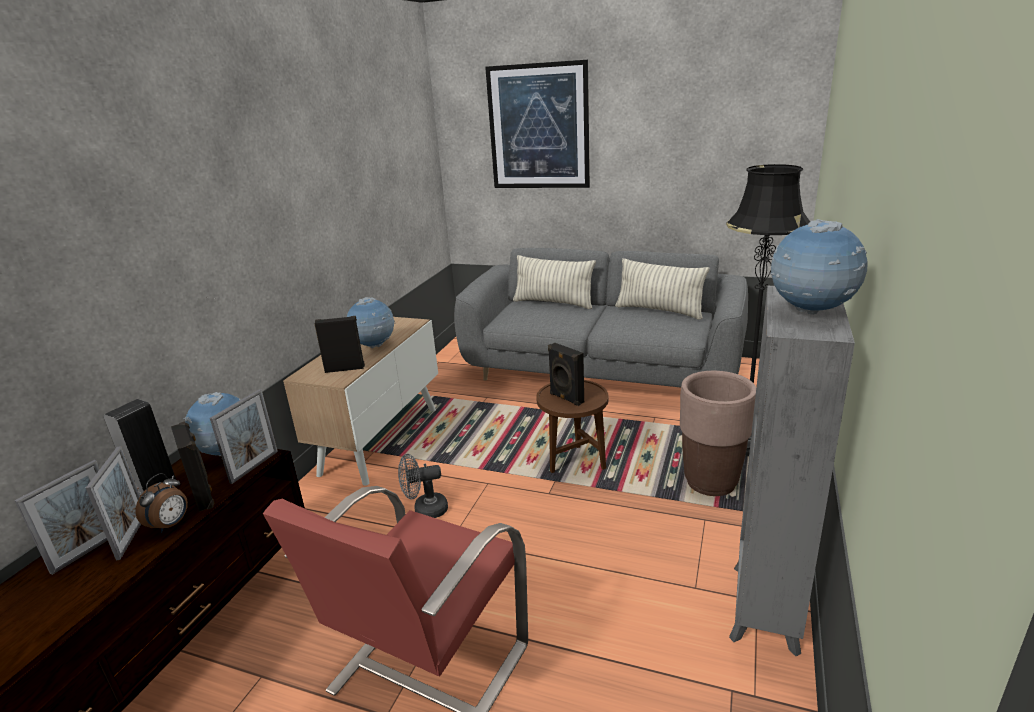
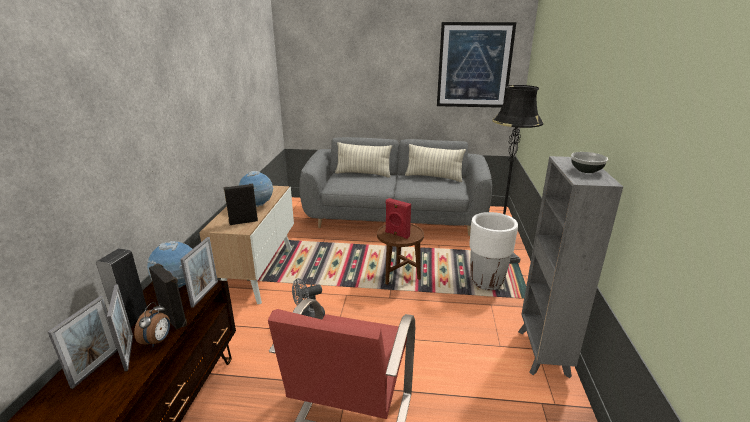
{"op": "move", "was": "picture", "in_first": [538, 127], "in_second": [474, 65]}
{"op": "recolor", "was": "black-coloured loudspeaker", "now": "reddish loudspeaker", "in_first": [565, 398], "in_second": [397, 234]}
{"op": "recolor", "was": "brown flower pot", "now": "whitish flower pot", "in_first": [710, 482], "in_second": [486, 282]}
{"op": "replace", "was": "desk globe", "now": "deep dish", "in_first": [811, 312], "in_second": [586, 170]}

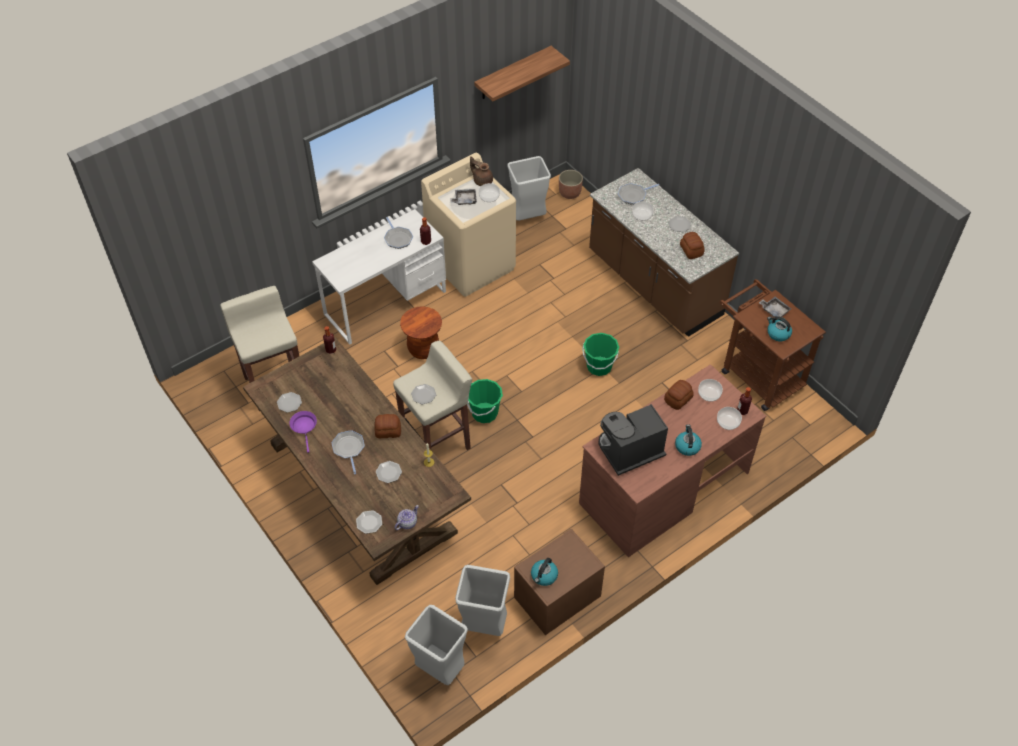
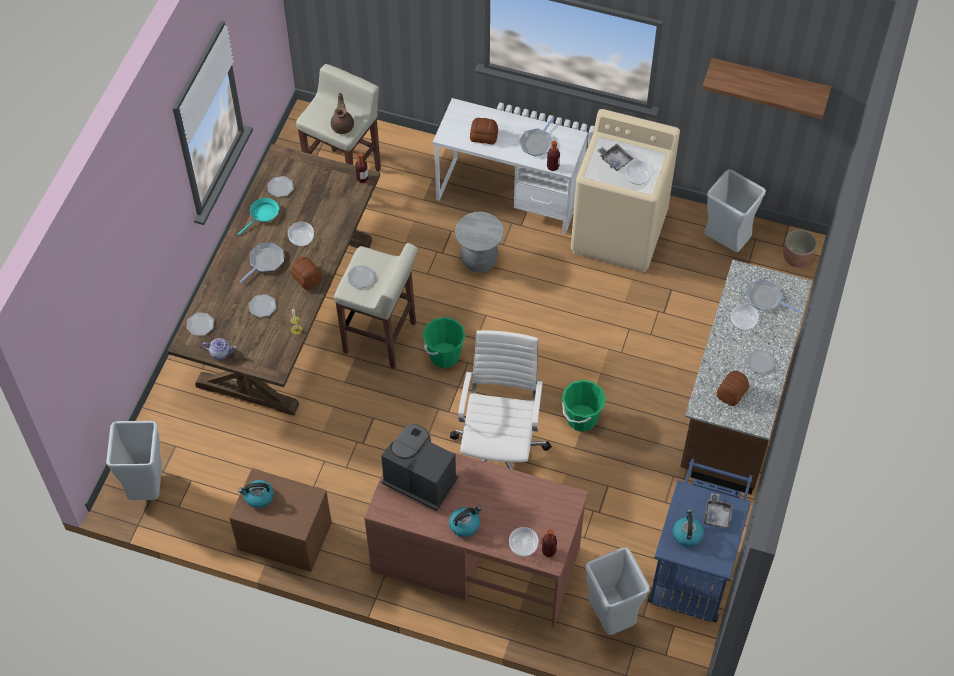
{"op": "recolor", "was": "purple-coloured pan", "now": "turquoise pan", "in_first": [304, 427], "in_second": [263, 215]}
{"op": "recolor", "was": "brown stool seat", "now": "greyish stool seat", "in_first": [423, 349], "in_second": [479, 260]}
{"op": "move", "was": "greyish waste bin", "in_first": [483, 626], "in_second": [610, 616]}
{"op": "move", "was": "brown teapot", "in_first": [482, 180], "in_second": [343, 125]}
{"op": "move", "was": "bread", "in_first": [678, 399], "in_second": [484, 137]}
{"op": "move", "was": "deep dish", "in_first": [709, 394], "in_second": [301, 238]}
{"op": "recolor", "was": "brown cart", "now": "blue-coloured cart", "in_first": [757, 374], "in_second": [693, 569]}
{"op": "insert", "now": "whitish computer chair", "in_second": [499, 452]}

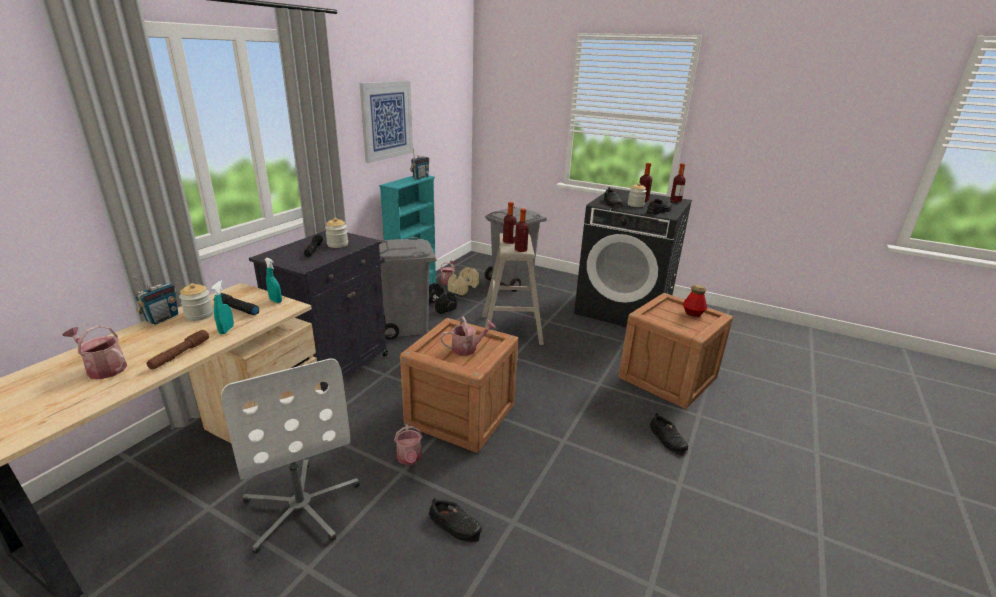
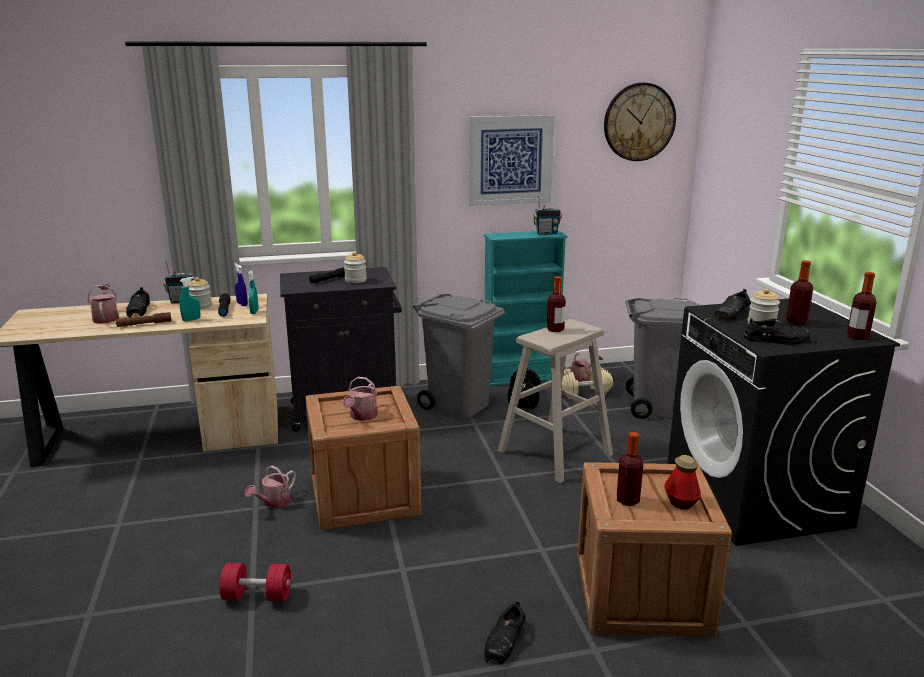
{"op": "delete", "was": "whitish computer chair", "in_first": [302, 506]}
{"op": "move", "was": "black-coloured low shoe", "in_first": [455, 525], "in_second": [139, 310]}
{"op": "rotate", "was": "watering can", "in_first": [467, 349], "in_second": [362, 416], "clockwise": 75}
{"op": "move", "was": "drink bottle", "in_first": [520, 250], "in_second": [627, 500]}
{"op": "insert", "now": "reddish hand weight", "in_second": [257, 596]}
{"op": "insert", "now": "blue-coloured hand sprayer", "in_second": [242, 304]}
{"op": "insert", "now": "wall clock", "in_second": [639, 122]}

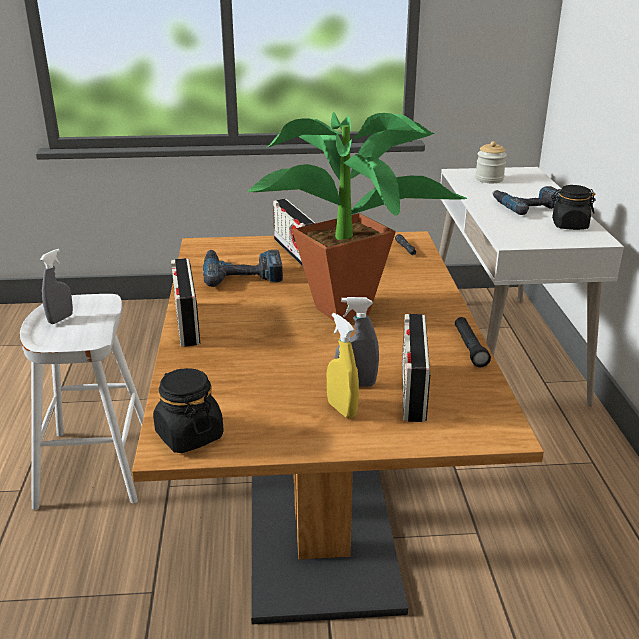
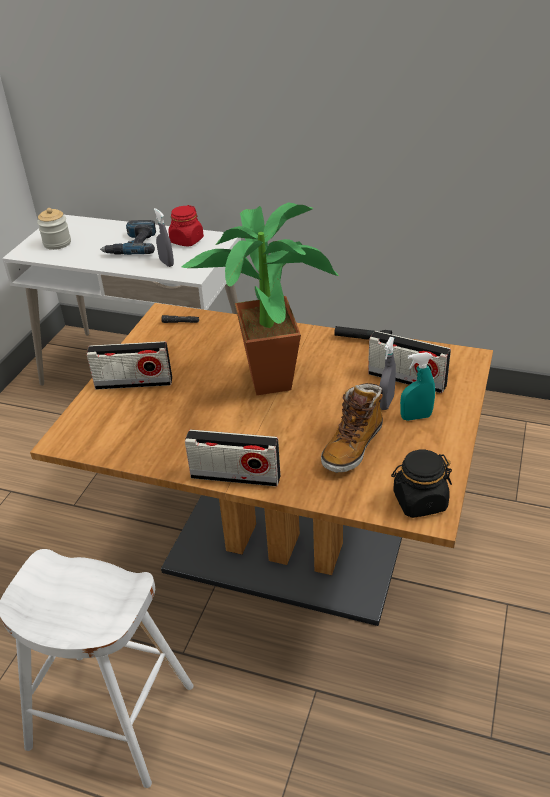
{"op": "move", "was": "greyish hand sprayer", "in_first": [61, 319], "in_second": [166, 263]}
{"op": "delete", "was": "drill", "in_first": [242, 273]}
{"op": "recolor", "was": "yellow-coloured hand sprayer", "now": "turquoise hand sprayer", "in_first": [341, 409], "in_second": [416, 417]}
{"op": "recolor", "was": "black-coloured jar", "now": "reddish jar", "in_first": [569, 225], "in_second": [186, 241]}
{"op": "insert", "now": "tall boot", "in_second": [352, 447]}

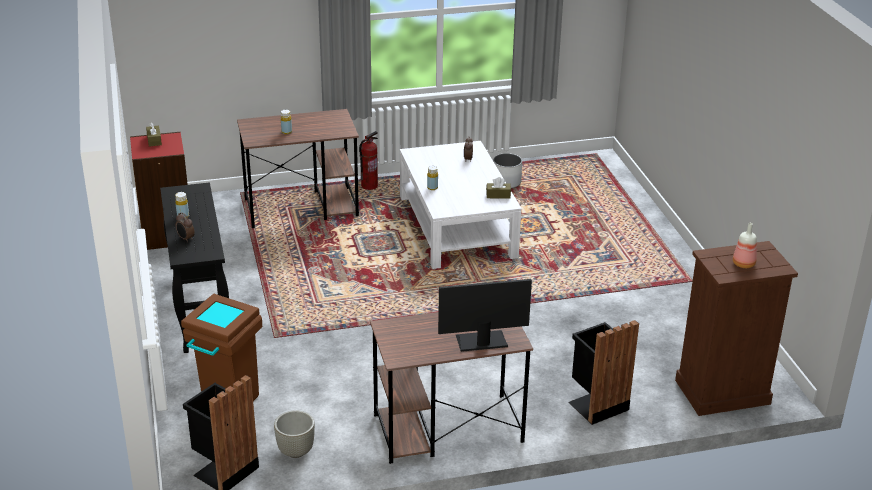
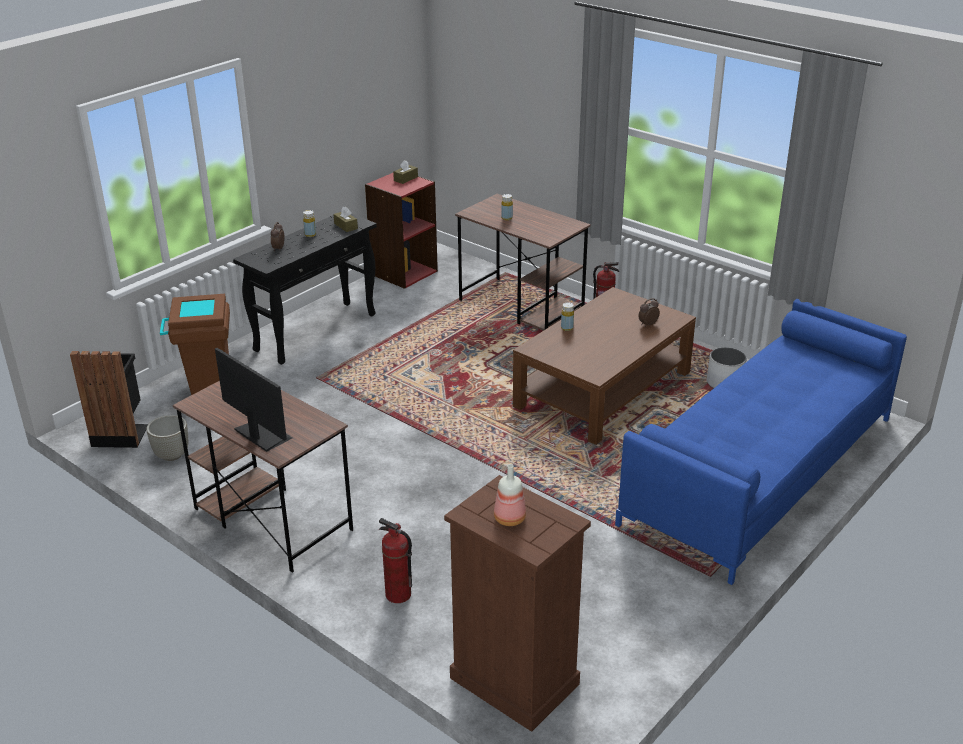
{"op": "recolor", "was": "whitish low table", "now": "brown low table", "in_first": [457, 227], "in_second": [603, 390]}
{"op": "move", "was": "brown box of tissues", "in_first": [498, 195], "in_second": [346, 226]}
{"op": "replace", "was": "black-coloured waste bin", "now": "fire extinguisher", "in_first": [596, 404], "in_second": [397, 595]}
{"op": "insert", "now": "blue-coloured sofa", "in_second": [760, 469]}

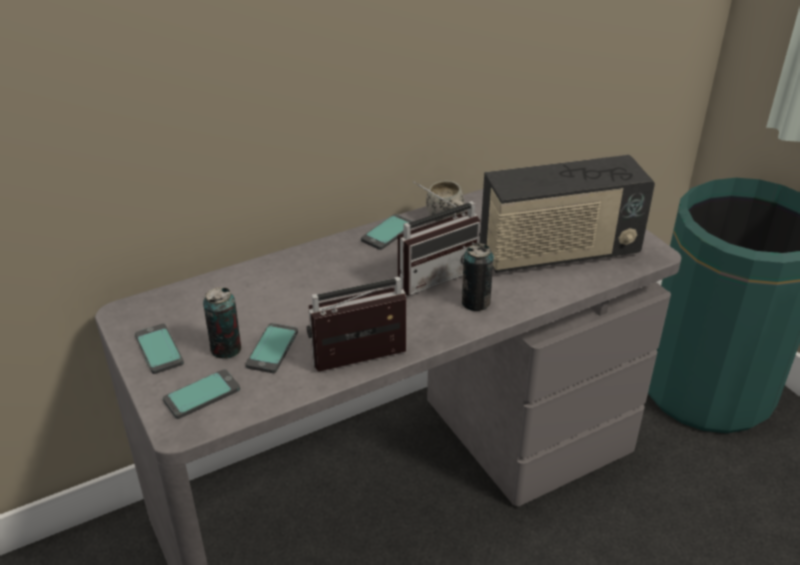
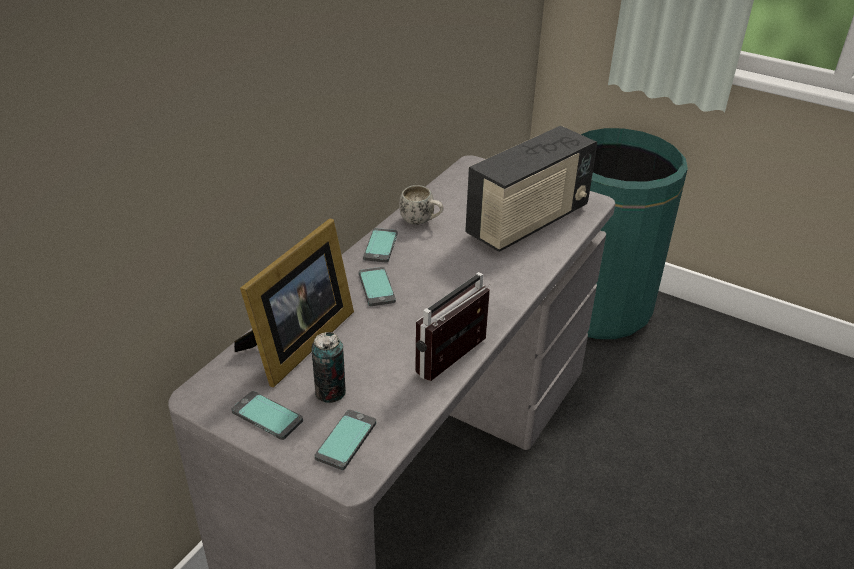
{"op": "move", "was": "telephone", "in_first": [273, 349], "in_second": [377, 287]}
{"op": "delete", "was": "radio set", "in_first": [433, 274]}
{"op": "delete", "was": "sealed can", "in_first": [475, 302]}
{"op": "insert", "now": "picture frame", "in_second": [297, 343]}

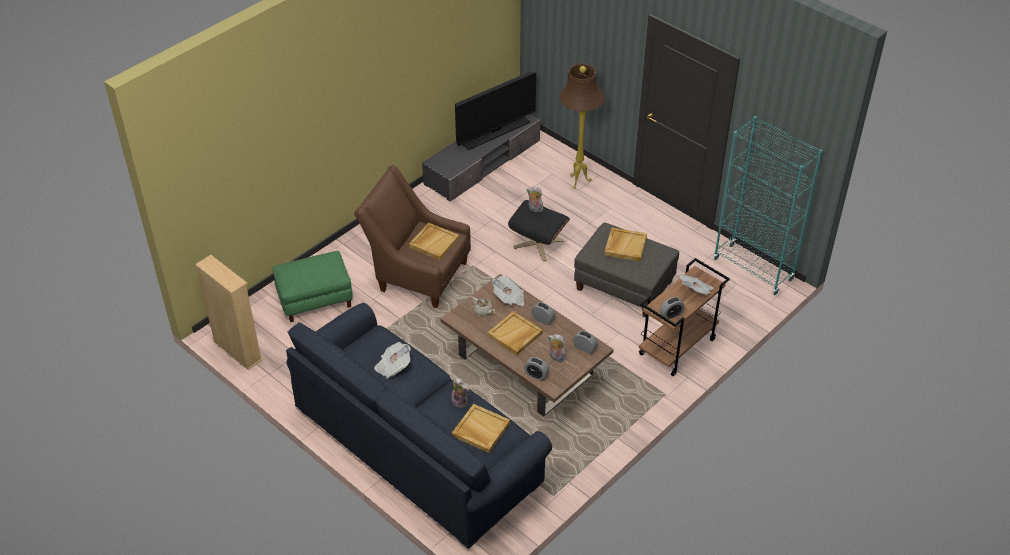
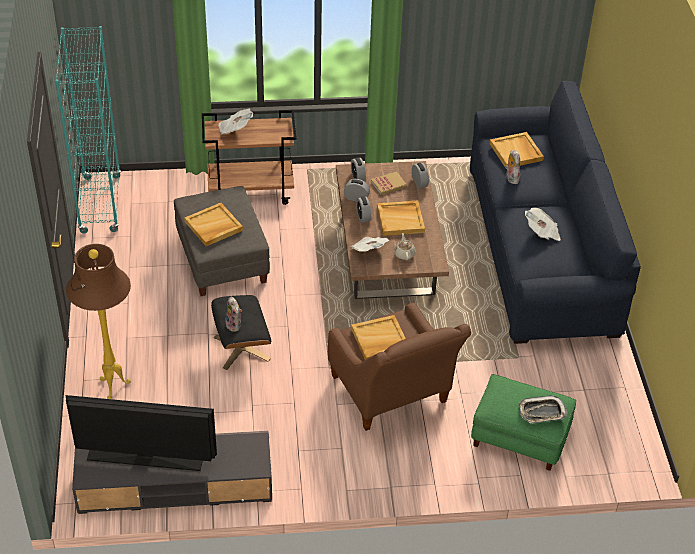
{"op": "delete", "was": "sand-coloured bookcase", "in_first": [237, 351]}
{"op": "replace", "was": "soft toy", "now": "book", "in_first": [556, 358], "in_second": [388, 184]}
{"op": "move", "was": "table clock", "in_first": [671, 315], "in_second": [356, 198]}
{"op": "insert", "now": "serving tray", "in_second": [542, 412]}

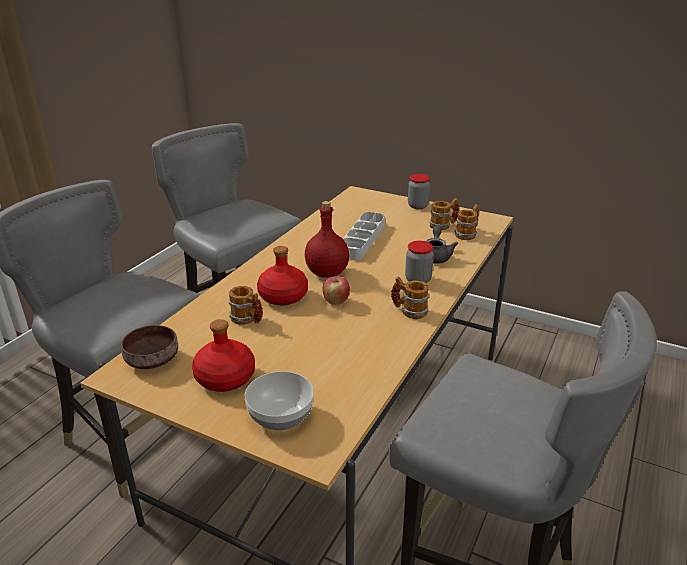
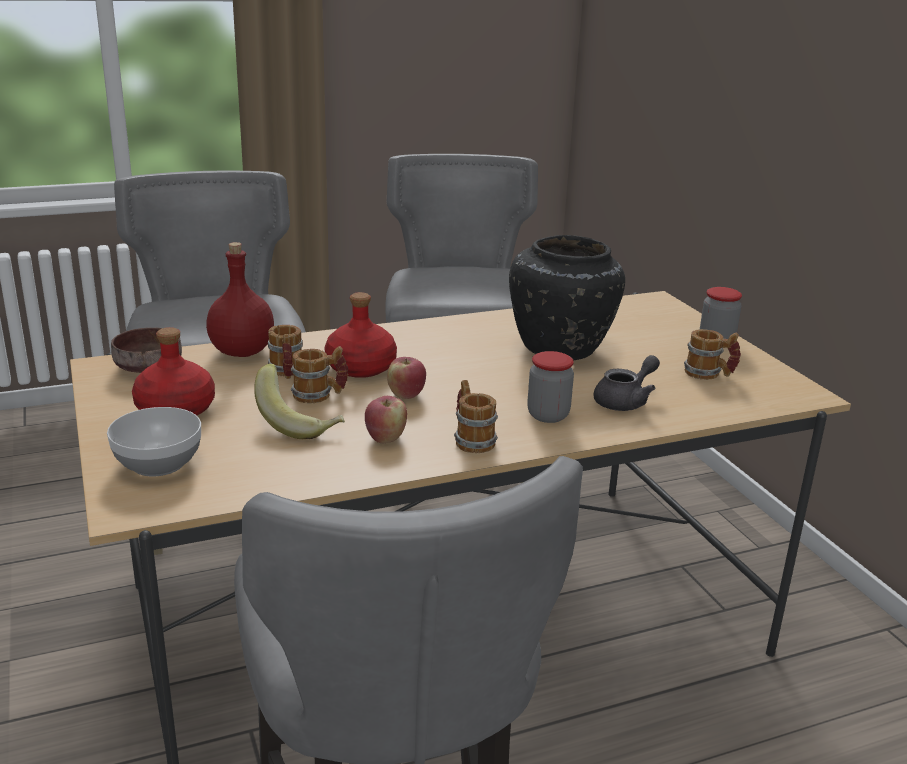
{"op": "move", "was": "reddish drink bottle", "in_first": [327, 273], "in_second": [241, 352]}
{"op": "replace", "was": "greyish serving tray", "now": "black-coloured flower vase", "in_first": [362, 239], "in_second": [562, 349]}
{"op": "move", "was": "coffee mug", "in_first": [467, 234], "in_second": [320, 395]}
{"op": "insert", "now": "banana fruit", "in_second": [300, 423]}
{"op": "insert", "now": "apple", "in_second": [385, 438]}

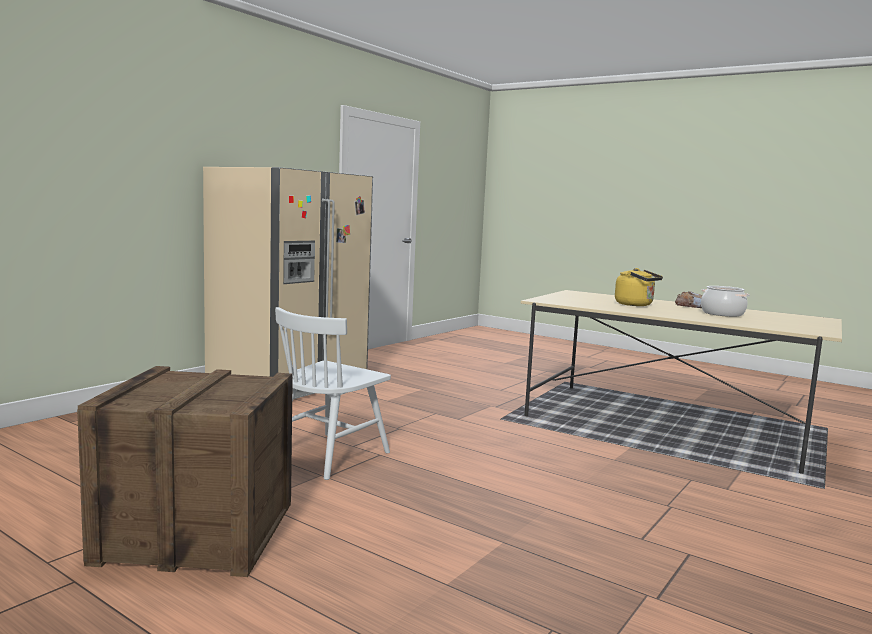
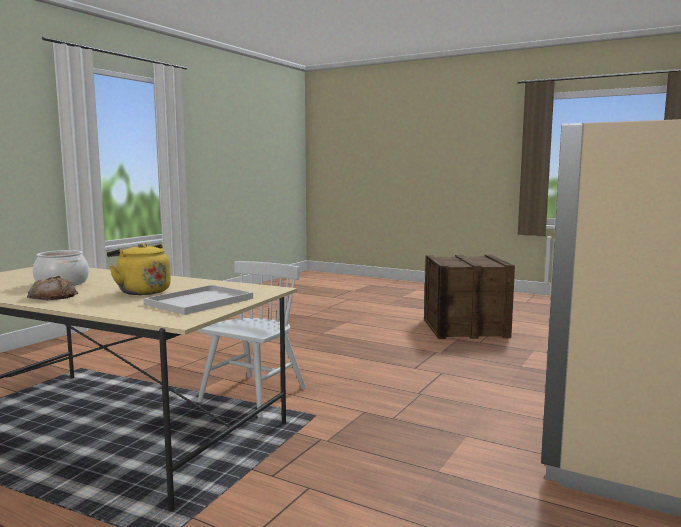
{"op": "move", "was": "whitish chair", "in_first": [328, 455], "in_second": [253, 395]}
{"op": "insert", "now": "whitish serving tray", "in_second": [199, 302]}

